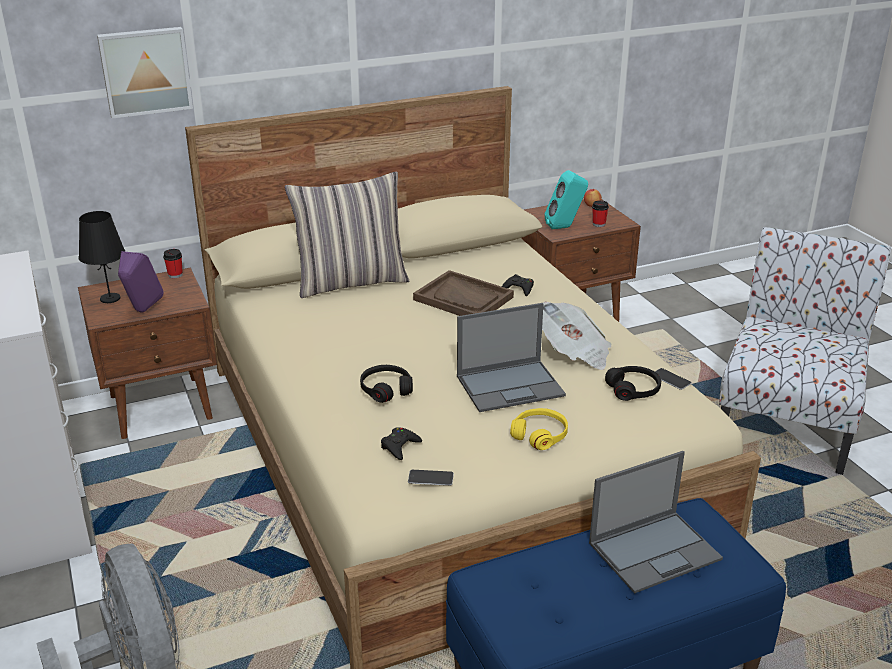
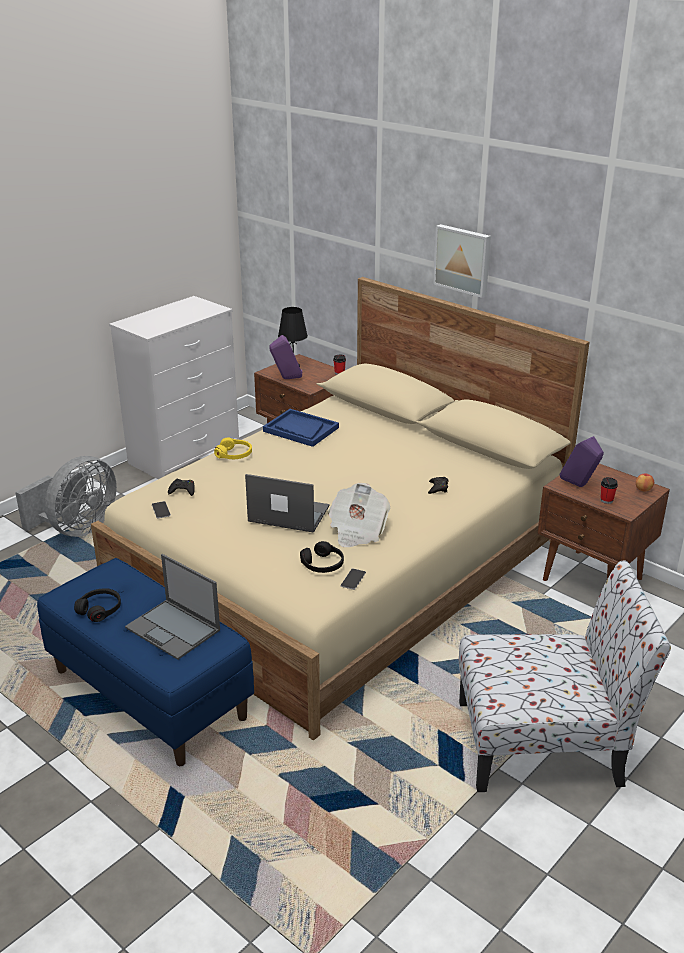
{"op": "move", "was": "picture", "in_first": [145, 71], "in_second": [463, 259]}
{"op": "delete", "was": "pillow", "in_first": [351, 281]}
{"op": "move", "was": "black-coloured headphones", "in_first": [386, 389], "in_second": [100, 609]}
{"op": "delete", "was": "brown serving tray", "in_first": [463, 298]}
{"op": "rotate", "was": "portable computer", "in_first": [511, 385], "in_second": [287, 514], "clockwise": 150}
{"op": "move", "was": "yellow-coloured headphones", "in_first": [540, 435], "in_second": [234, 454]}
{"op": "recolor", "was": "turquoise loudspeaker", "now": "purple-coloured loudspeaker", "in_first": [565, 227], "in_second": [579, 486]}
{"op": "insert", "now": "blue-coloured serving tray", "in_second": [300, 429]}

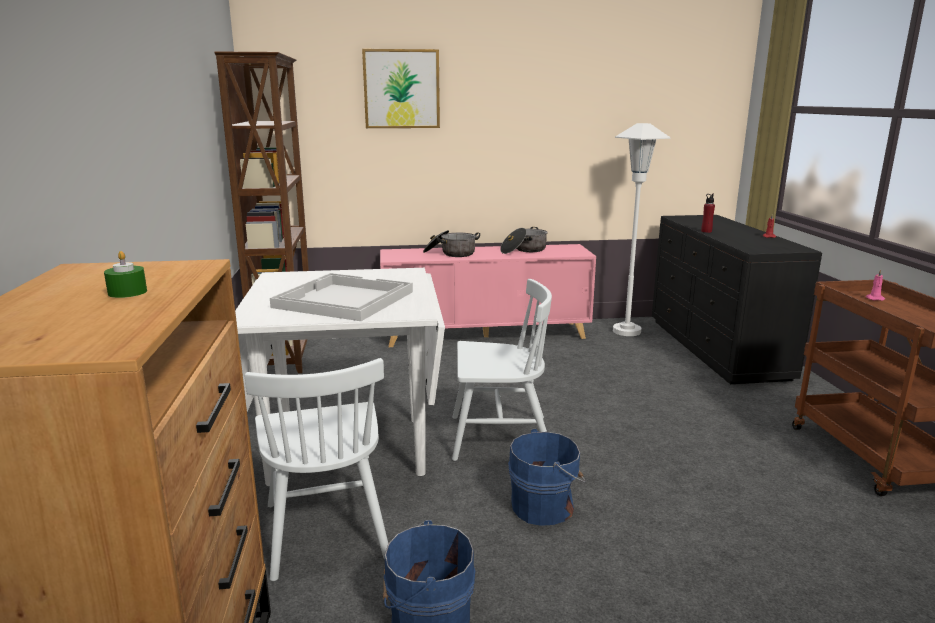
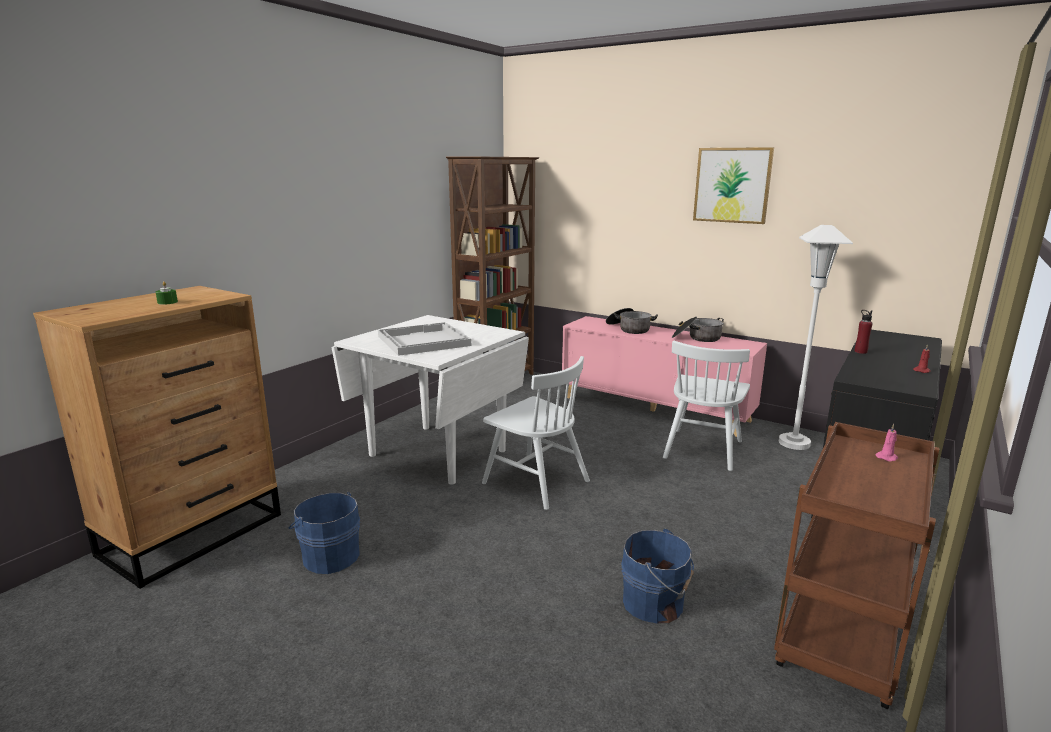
{"op": "move", "was": "whitish chair", "in_first": [326, 530], "in_second": [702, 449]}
{"op": "move", "was": "picture", "in_first": [401, 89], "in_second": [732, 185]}
{"op": "move", "was": "blue-coloured bucket", "in_first": [545, 506], "in_second": [656, 604]}

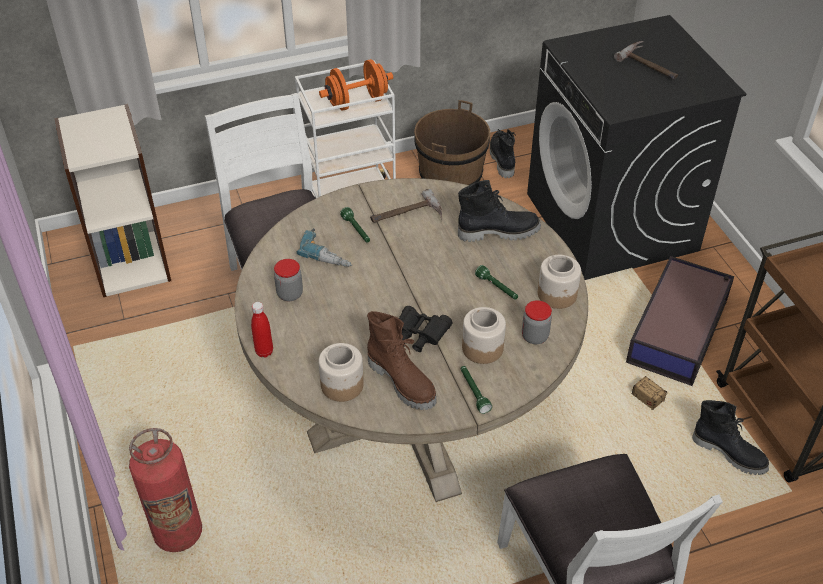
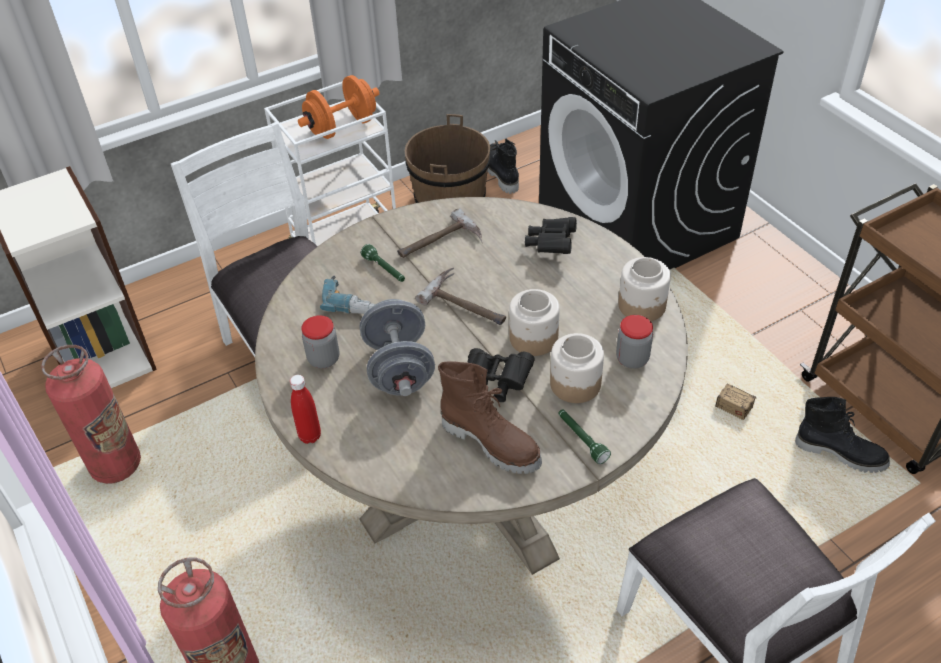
{"op": "move", "was": "jar", "in_first": [341, 385], "in_second": [533, 339]}
{"op": "replace", "was": "black-coloured tall boot", "now": "black-coloured field glasses", "in_first": [498, 231], "in_second": [551, 244]}
{"op": "delete", "was": "green-coloured hand torch", "in_first": [497, 288]}
{"op": "move", "was": "hammer", "in_first": [651, 64], "in_second": [468, 302]}
{"op": "delete", "was": "storage container", "in_first": [678, 330]}
{"op": "insert", "now": "fire extinguisher", "in_second": [116, 465]}
{"op": "insert", "now": "greyish hand weight", "in_second": [399, 368]}

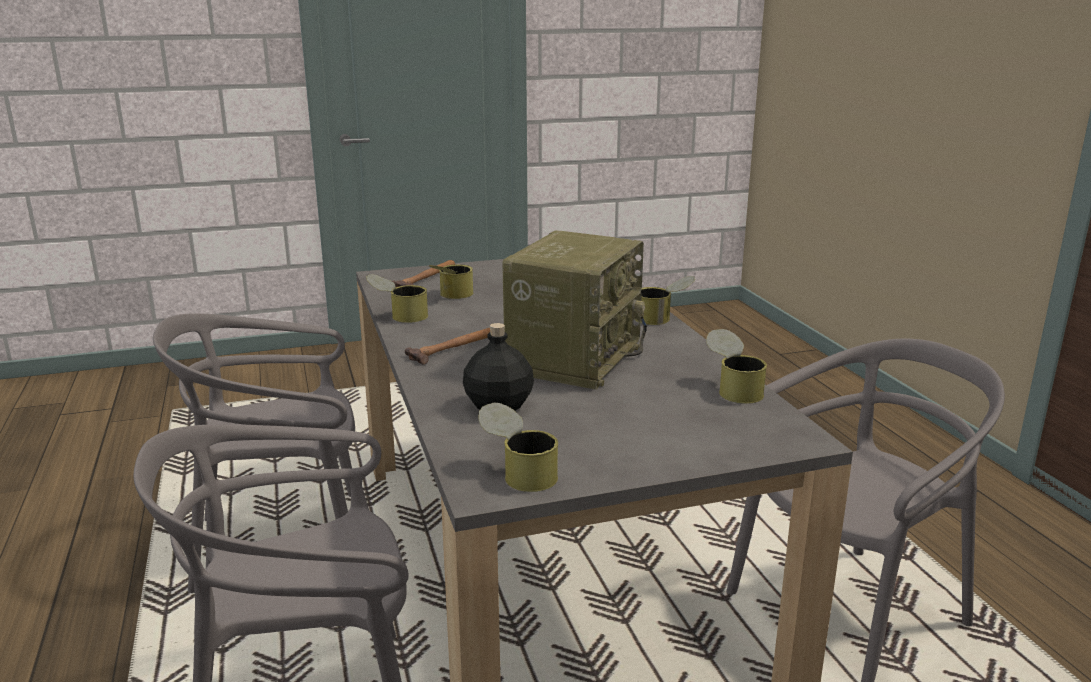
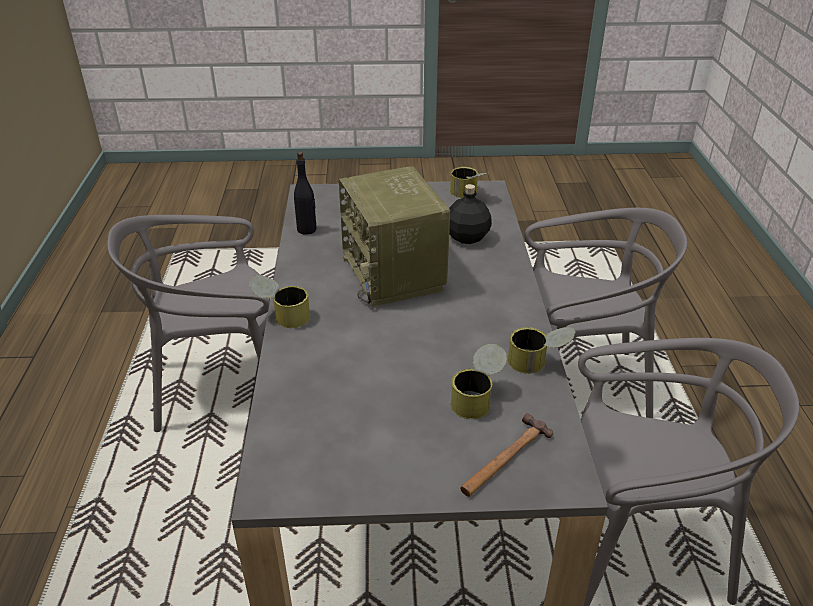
{"op": "delete", "was": "hammer", "in_first": [457, 346]}
{"op": "rotate", "was": "radio set", "in_first": [574, 358], "in_second": [395, 274], "clockwise": -60}
{"op": "replace", "was": "sealed can", "now": "black-coloured drink bottle", "in_first": [733, 389], "in_second": [307, 229]}

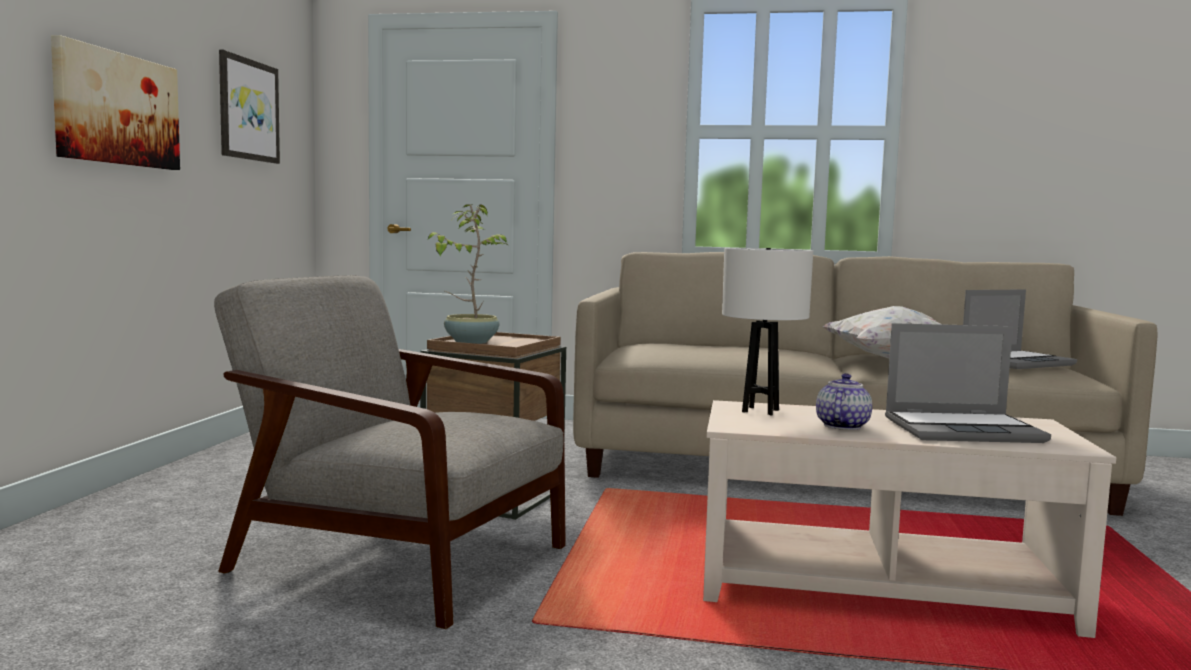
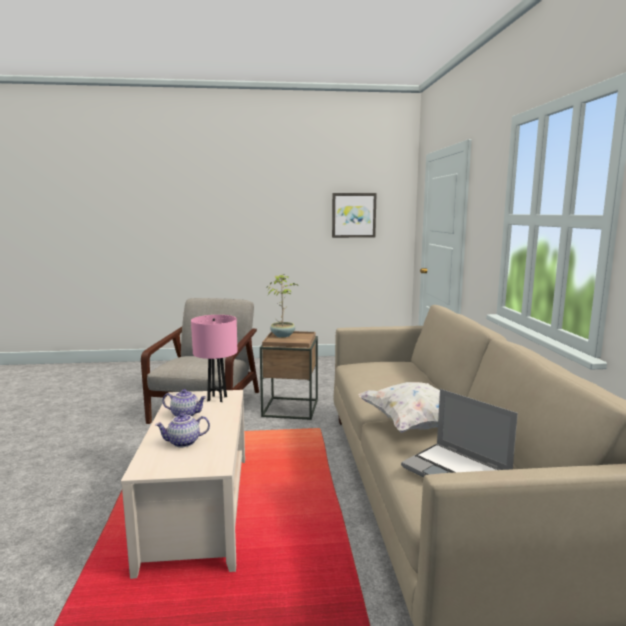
{"op": "delete", "was": "picture", "in_first": [117, 109]}
{"op": "recolor", "was": "whitish table lamp", "now": "pink table lamp", "in_first": [760, 411], "in_second": [217, 399]}
{"op": "replace", "was": "portable computer", "now": "teapot", "in_first": [963, 430], "in_second": [183, 443]}

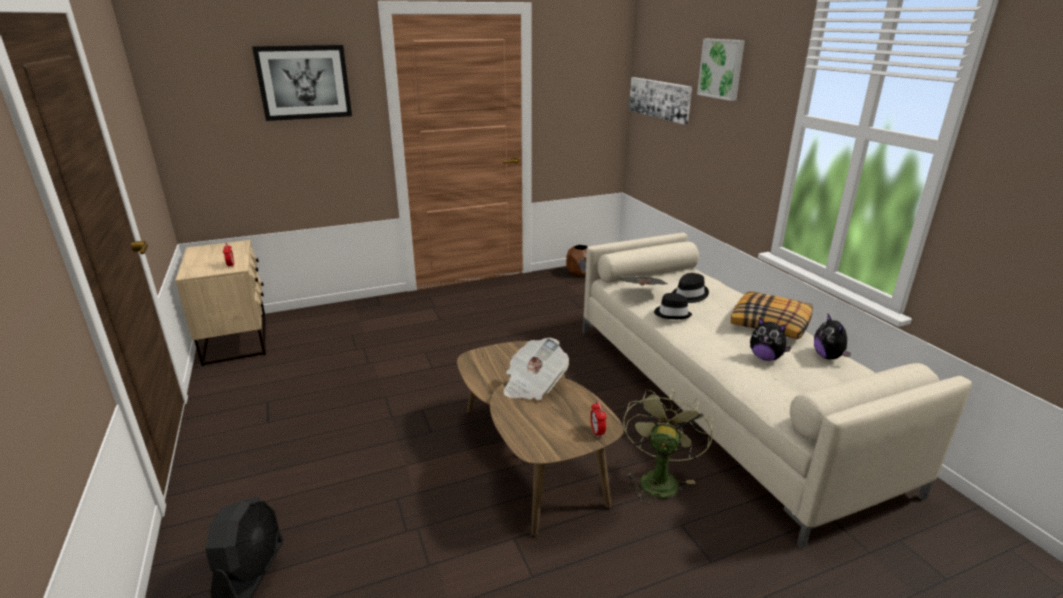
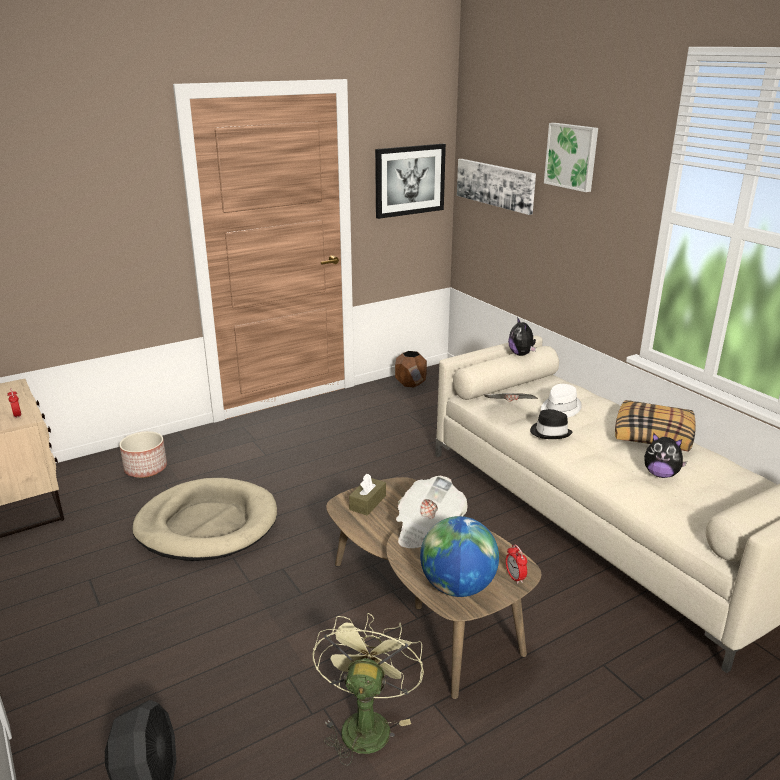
{"op": "move", "was": "picture", "in_first": [304, 82], "in_second": [409, 180]}
{"op": "move", "was": "green-coloured electric fan", "in_first": [658, 478], "in_second": [365, 722]}
{"op": "recolor", "was": "black-coloured clothing hat", "now": "whitish clothing hat", "in_first": [688, 295], "in_second": [559, 408]}
{"op": "move", "was": "soft toy", "in_first": [828, 357], "in_second": [521, 354]}
{"op": "insert", "now": "flower pot", "in_second": [145, 468]}
{"op": "insert", "now": "sand-coloured dog cushion", "in_second": [207, 524]}
{"op": "insert", "now": "brown box of tissues", "in_second": [367, 503]}
{"op": "insert", "now": "desk globe", "in_second": [457, 587]}

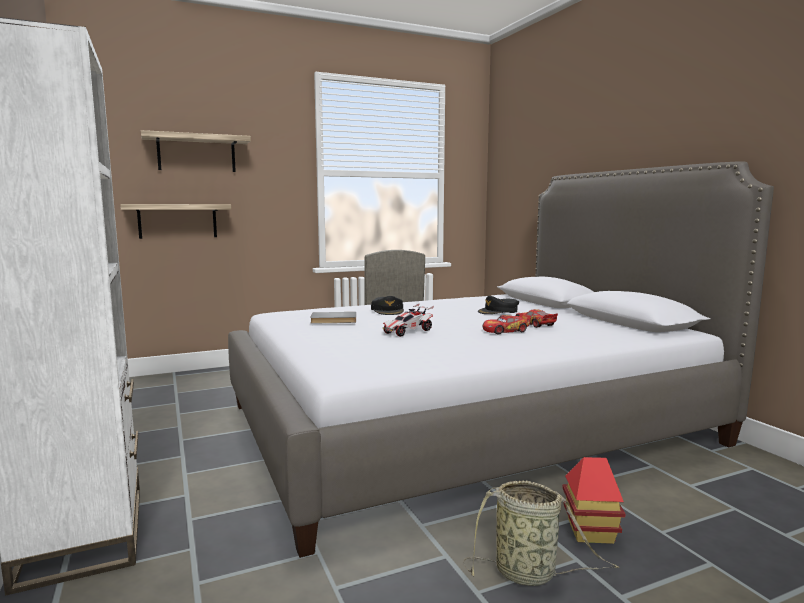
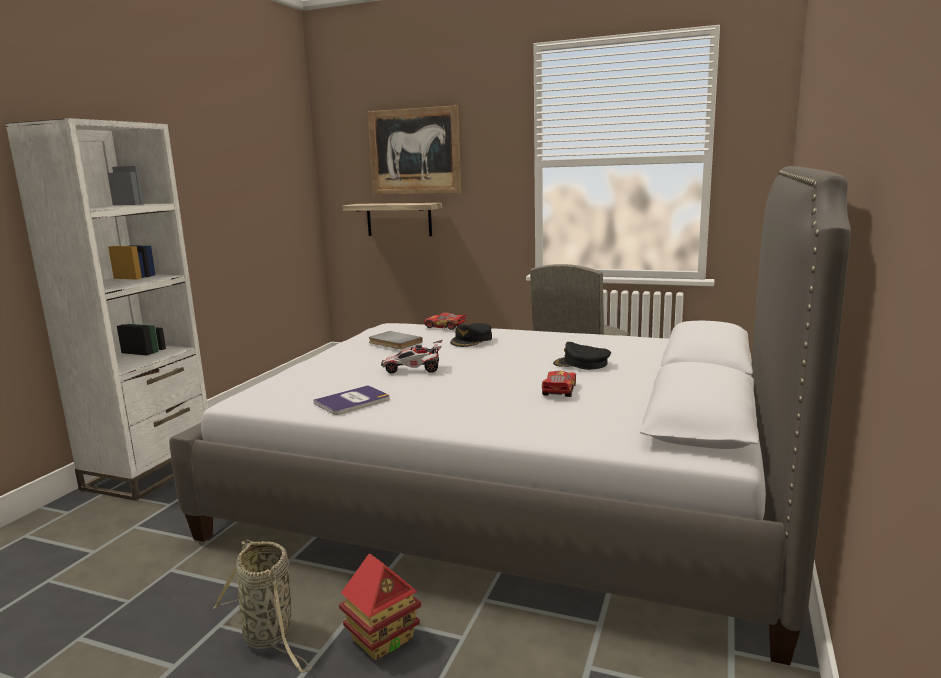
{"op": "replace", "was": "shelf", "now": "picture", "in_first": [196, 153], "in_second": [414, 152]}
{"op": "move", "was": "model car", "in_first": [505, 331], "in_second": [445, 326]}
{"op": "insert", "now": "book", "in_second": [352, 401]}

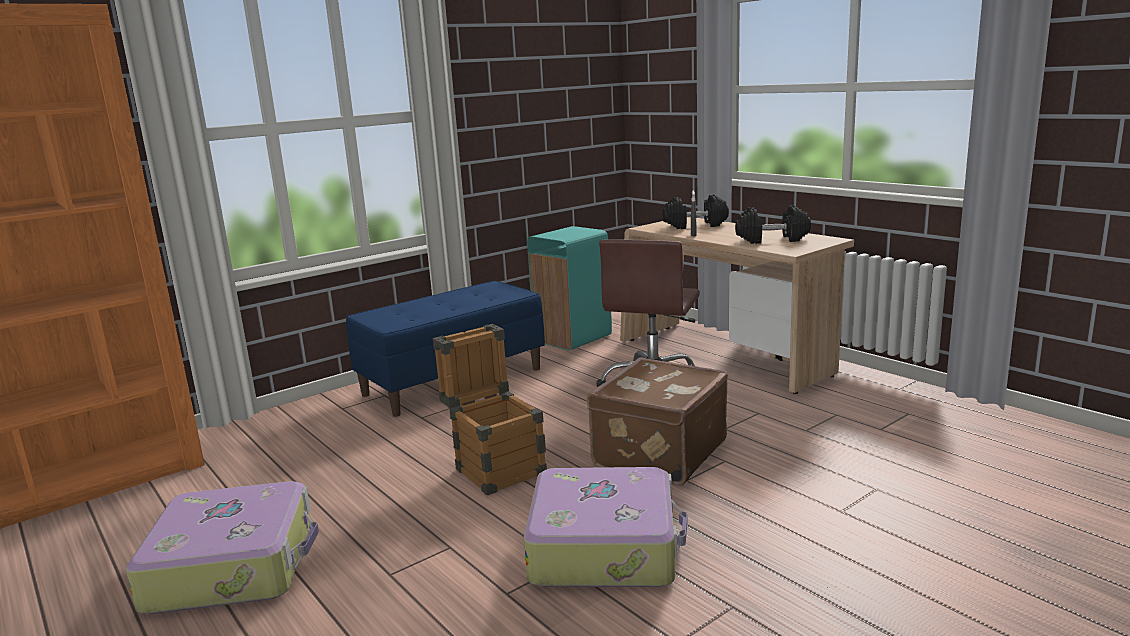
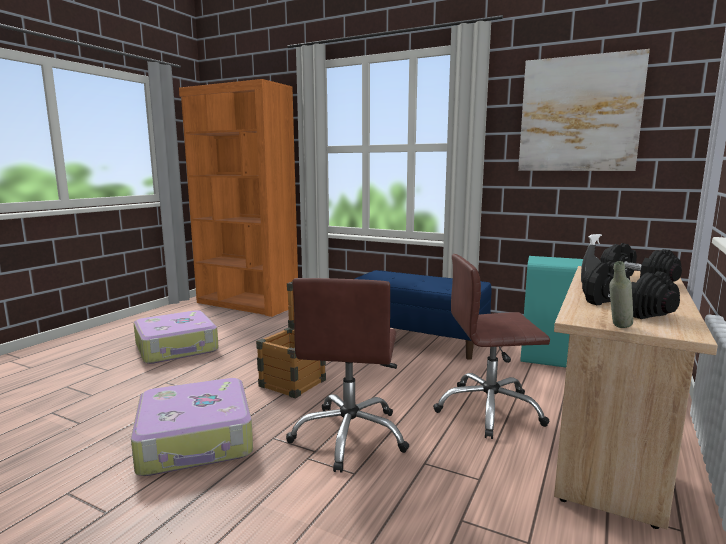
{"op": "replace", "was": "brown travel case", "now": "brown computer chair", "in_first": [657, 453], "in_second": [350, 436]}
{"op": "insert", "now": "picture", "in_second": [579, 114]}
{"op": "insert", "now": "greyish drink bottle", "in_second": [618, 328]}

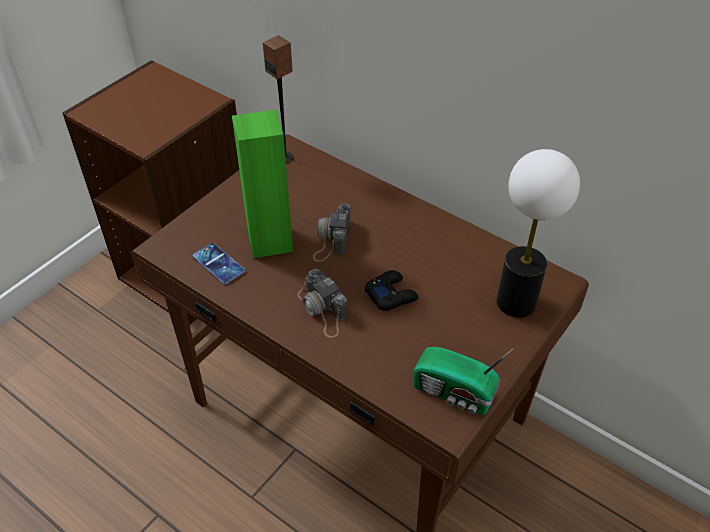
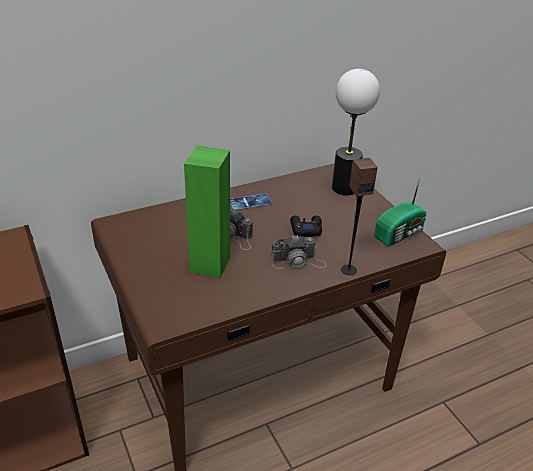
{"op": "move", "was": "telephone", "in_first": [218, 263], "in_second": [250, 202]}
{"op": "move", "was": "loudspeaker", "in_first": [286, 157], "in_second": [348, 270]}

